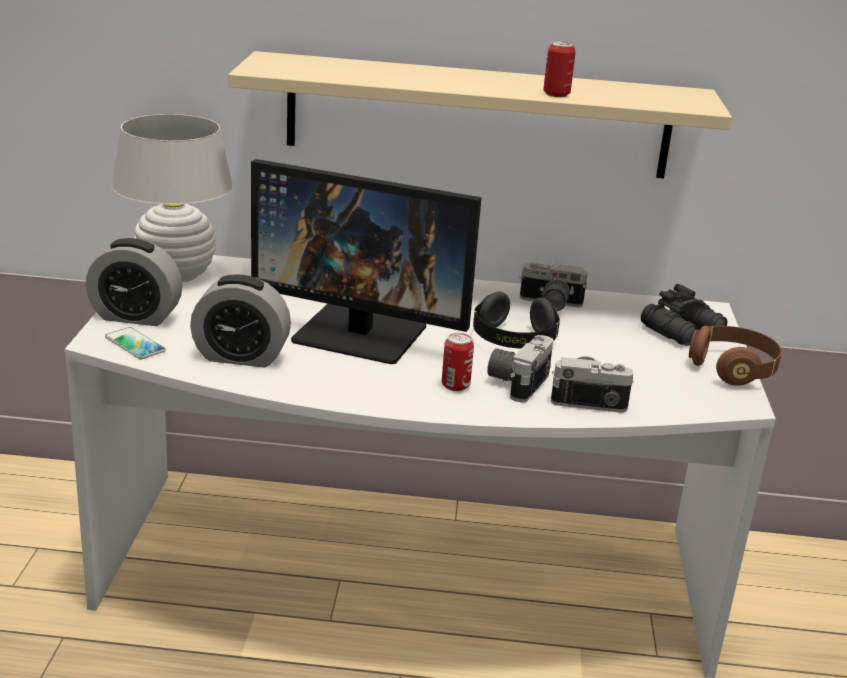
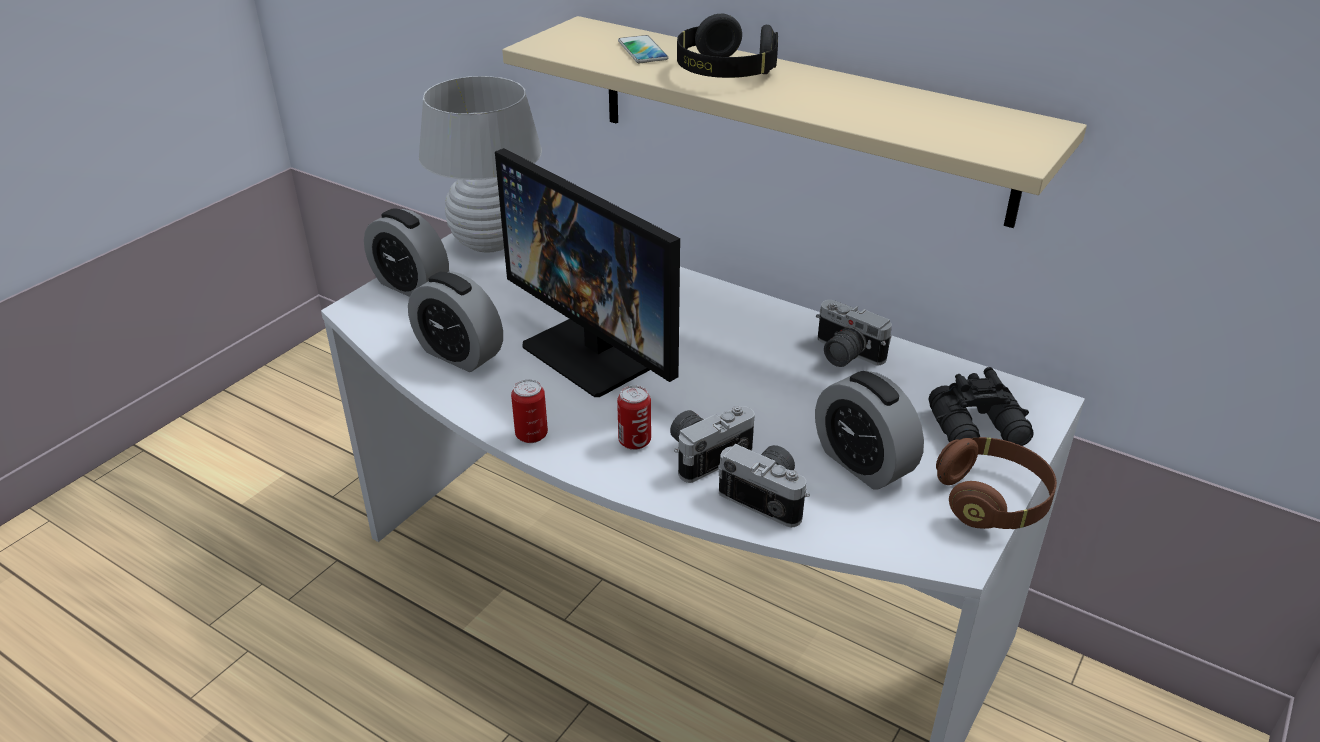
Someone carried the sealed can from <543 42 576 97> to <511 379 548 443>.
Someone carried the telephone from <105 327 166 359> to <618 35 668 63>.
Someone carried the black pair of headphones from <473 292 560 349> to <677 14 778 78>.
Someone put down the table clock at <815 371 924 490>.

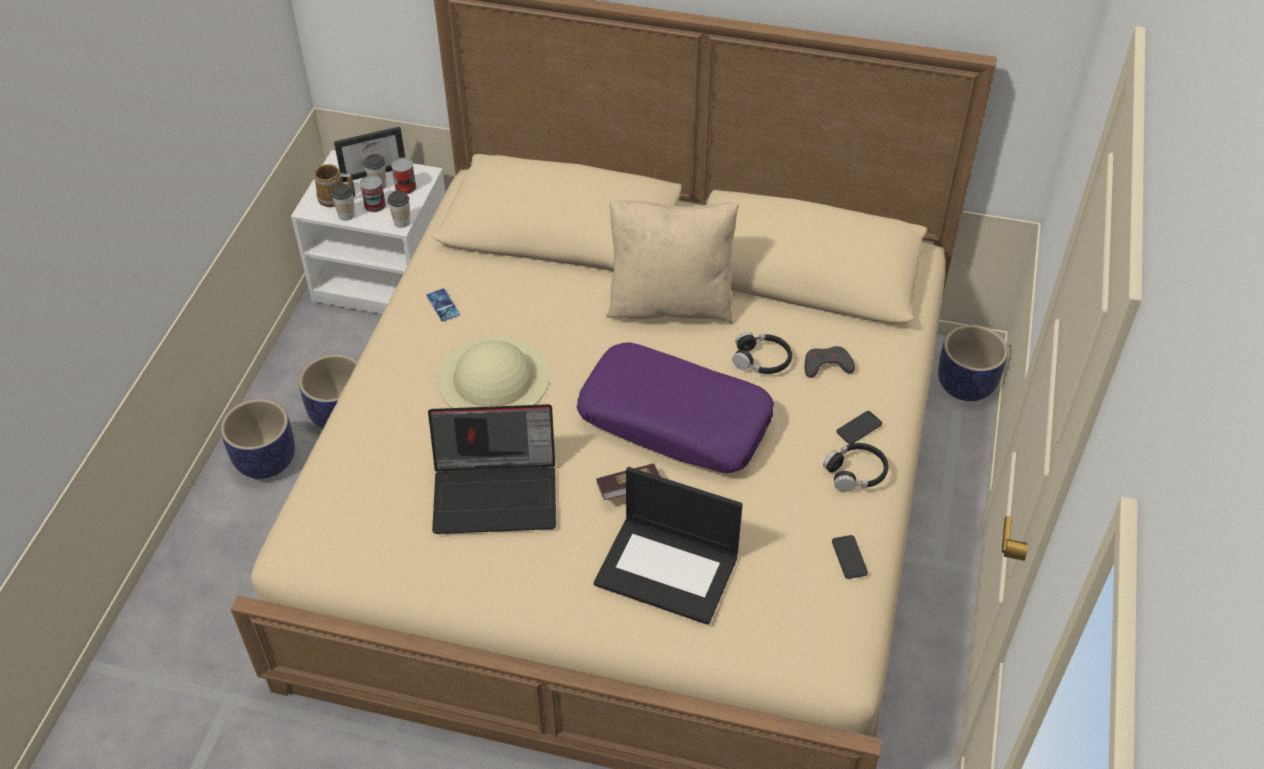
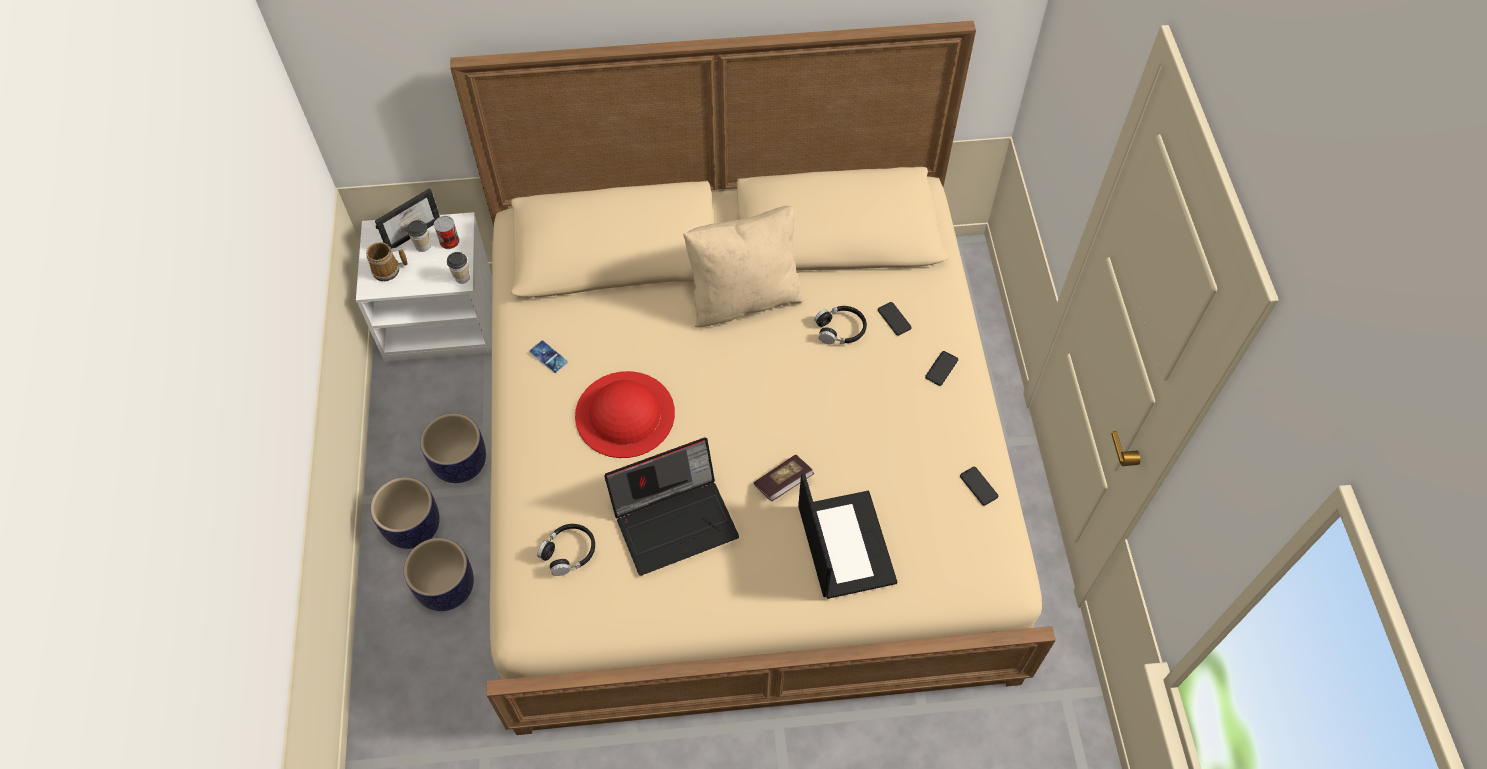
Someone carried the flower pot from <938 325 1008 401> to <404 538 474 611>.
Someone carried the black pair of headphones from <823 443 888 492> to <537 524 595 576>.
Someone repainted the sand-coloured clothing hat at <438 336 550 408>, which became the red-coloured clothing hat at <575 371 675 458>.
Someone rotated the portable computer at <594 467 743 625> by 105 degrees counterclockwise.
Someone swapped the grey joypad at <805 346 855 378> for the telephone at <878 302 912 335>.
Someone took away the drinking cup at <331 184 355 221>.
Someone took away the sealed can at <360 175 386 212>.
Someone took away the purple cushion at <577 342 774 473>.

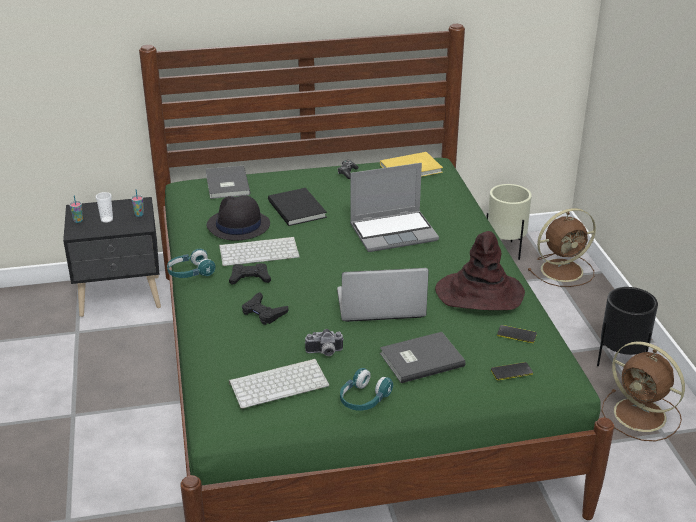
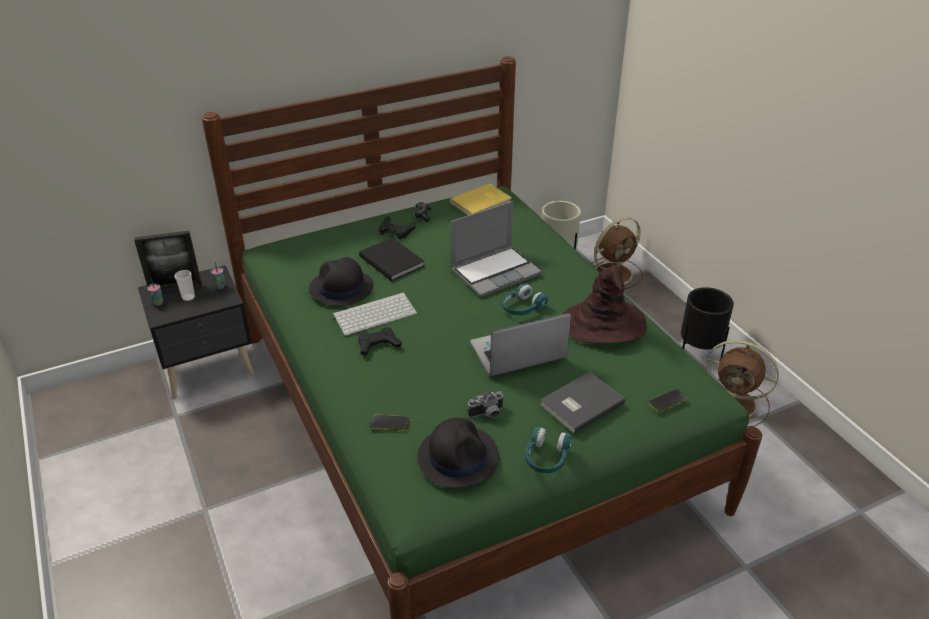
Someone put down the picture frame at <134 231 202 292>.
Someone carried the telephone from <497 325 537 343> to <370 414 411 431>.
Someone carried the black joypad from <242 292 288 325> to <379 216 416 239>.
Someone swapped the keyboard at <229 359 329 409> for the black clothing hat at <417 418 499 488>.
Someone carried the turquoise pair of headphones from <167 249 216 278> to <502 283 548 315>.
Someone took away the grey book at <206 166 250 199>.

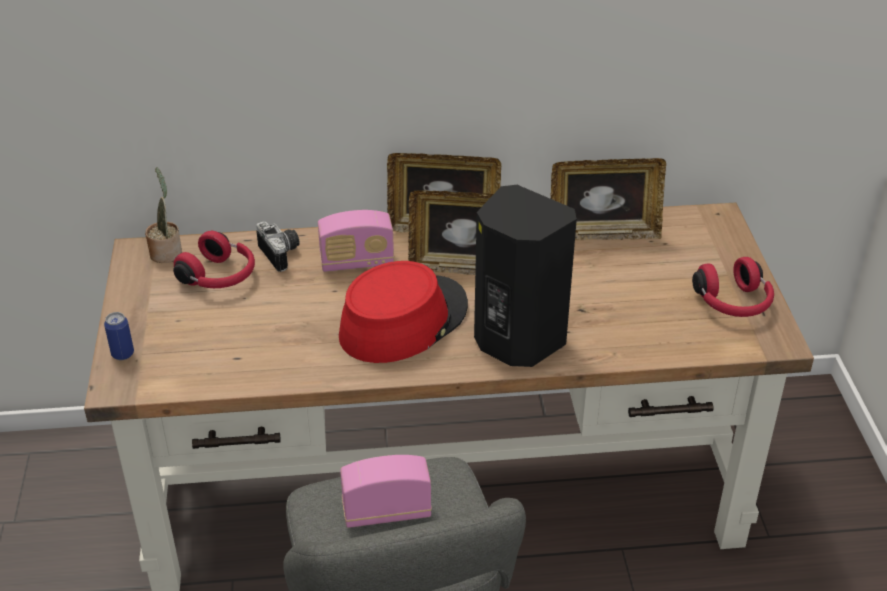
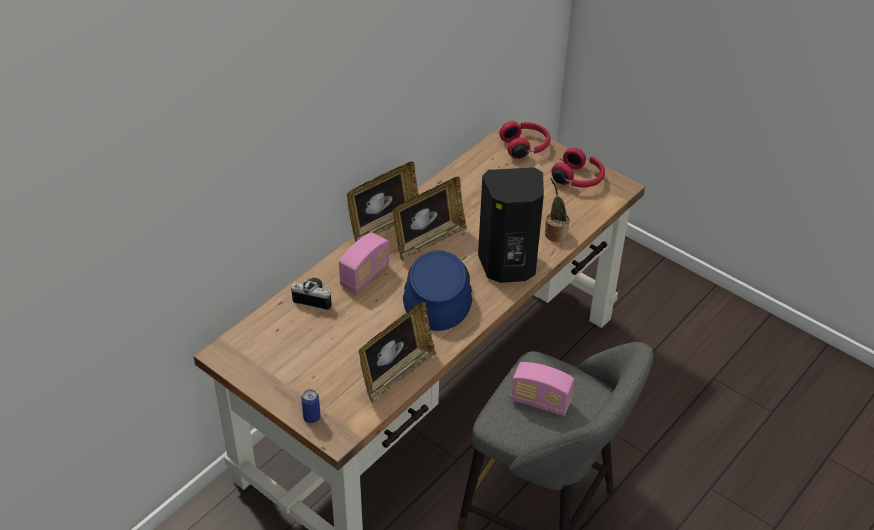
Someone carried the picture frame from <550 158 666 240> to <359 301 436 403>.
Someone repainted the red-coloured clothing hat at <339 261 468 363>, which became the bluish clothing hat at <403 250 473 331>.
Someone carried the red-coloured pair of headphones from <173 231 255 288> to <499 122 551 159>.
Someone rotated the radio set at <340 455 432 528> by 105 degrees counterclockwise.
Someone carried the potted plant from <145 167 182 263> to <545 178 570 242>.

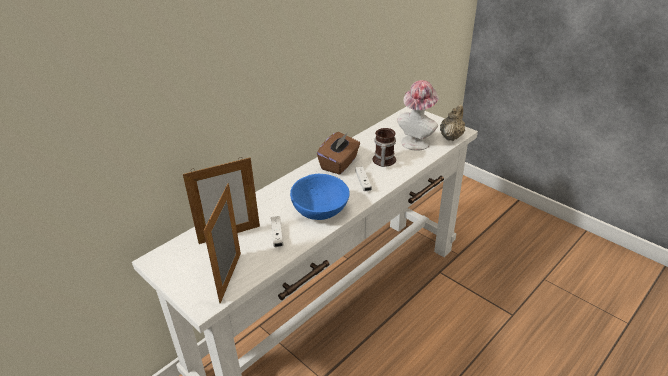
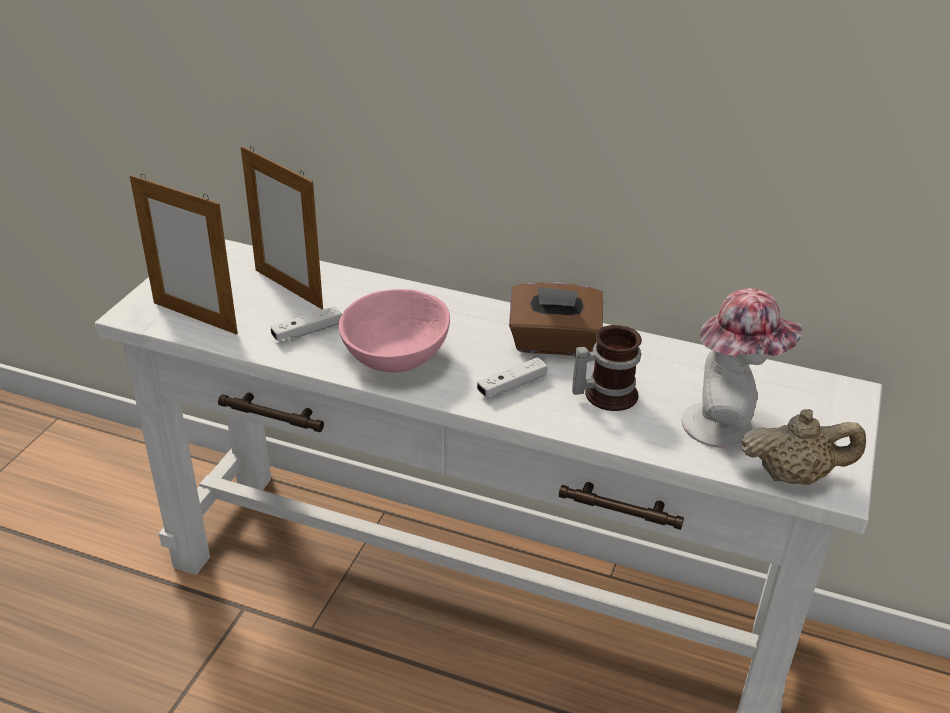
Someone rotated the picture frame at <203 183 241 304> by 135 degrees counterclockwise.
Someone repainted the bluish deep dish at <290 174 350 220>, which became the pink deep dish at <339 289 450 373>.

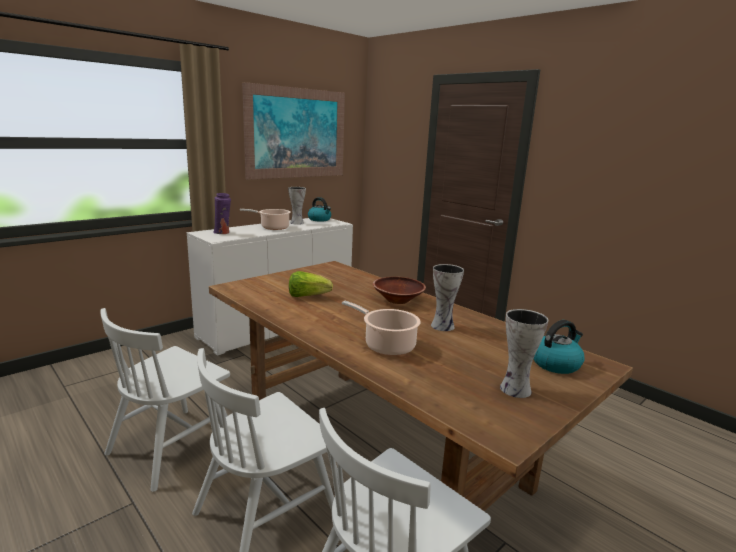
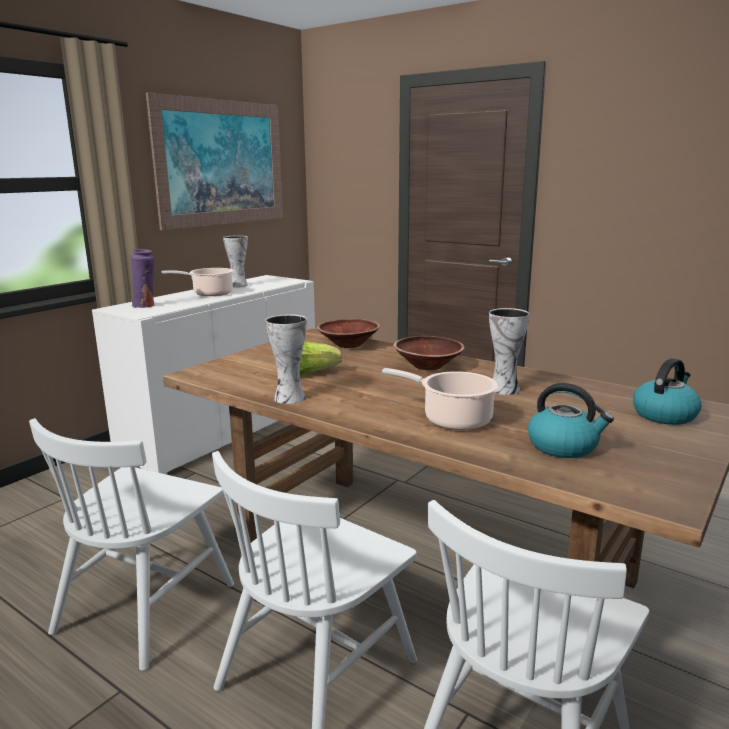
Someone carried the vase from <500 309 549 398> to <265 314 307 404>.
Someone put down the brownish deep dish at <317 319 380 348>.
Someone carried the water kettle from <308 197 331 222> to <528 383 614 458>.

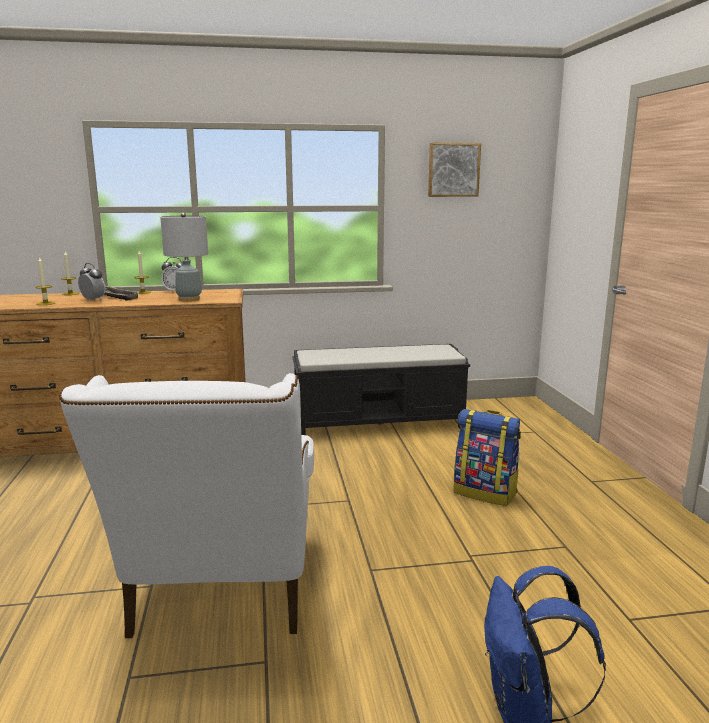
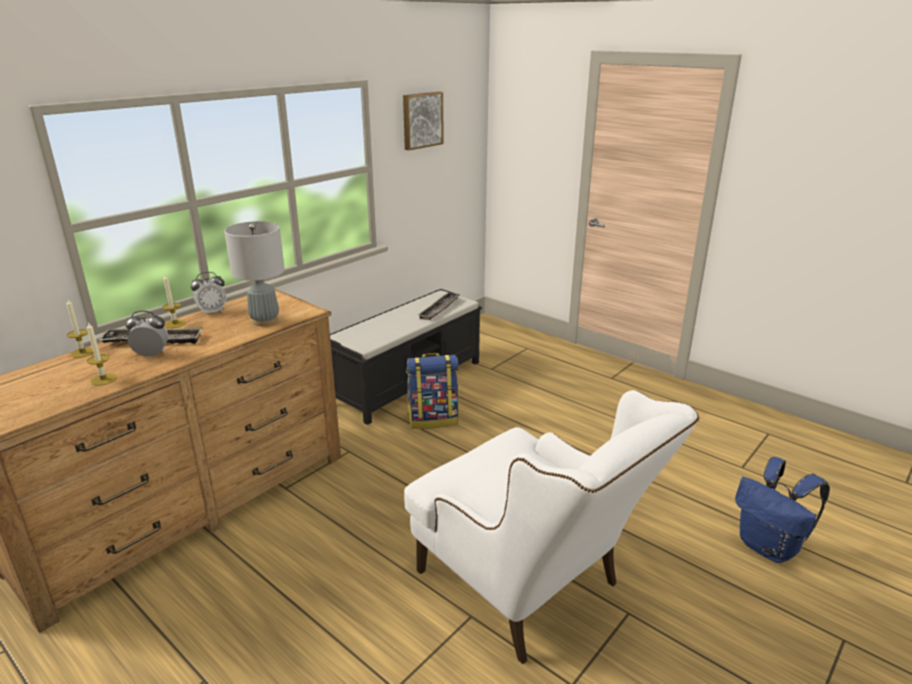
Someone carried the rucksack from <454 409 521 506> to <406 353 459 429>.
Someone put down the serving tray at <418 292 460 320>.

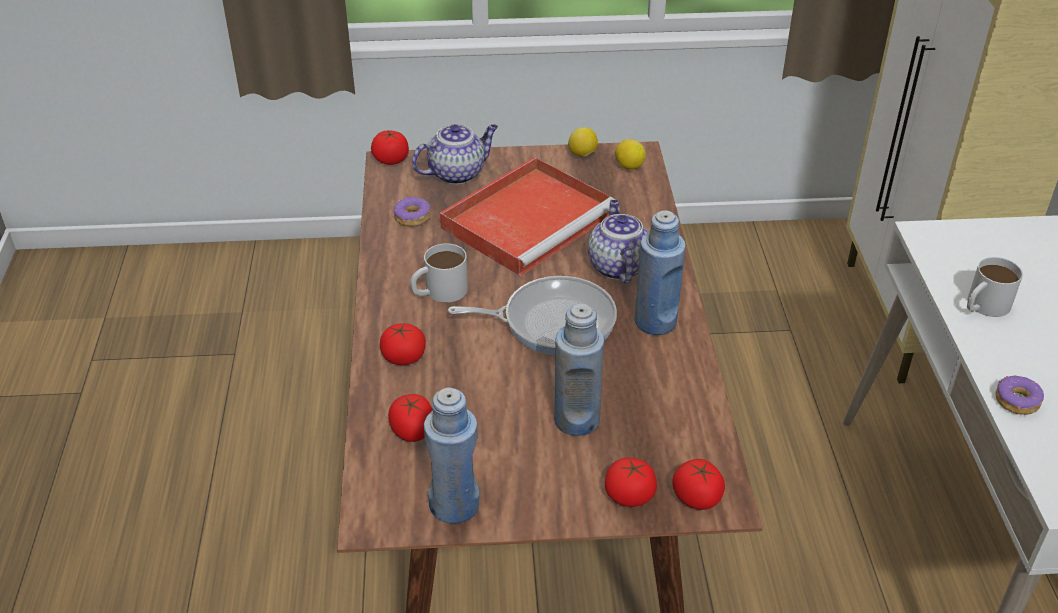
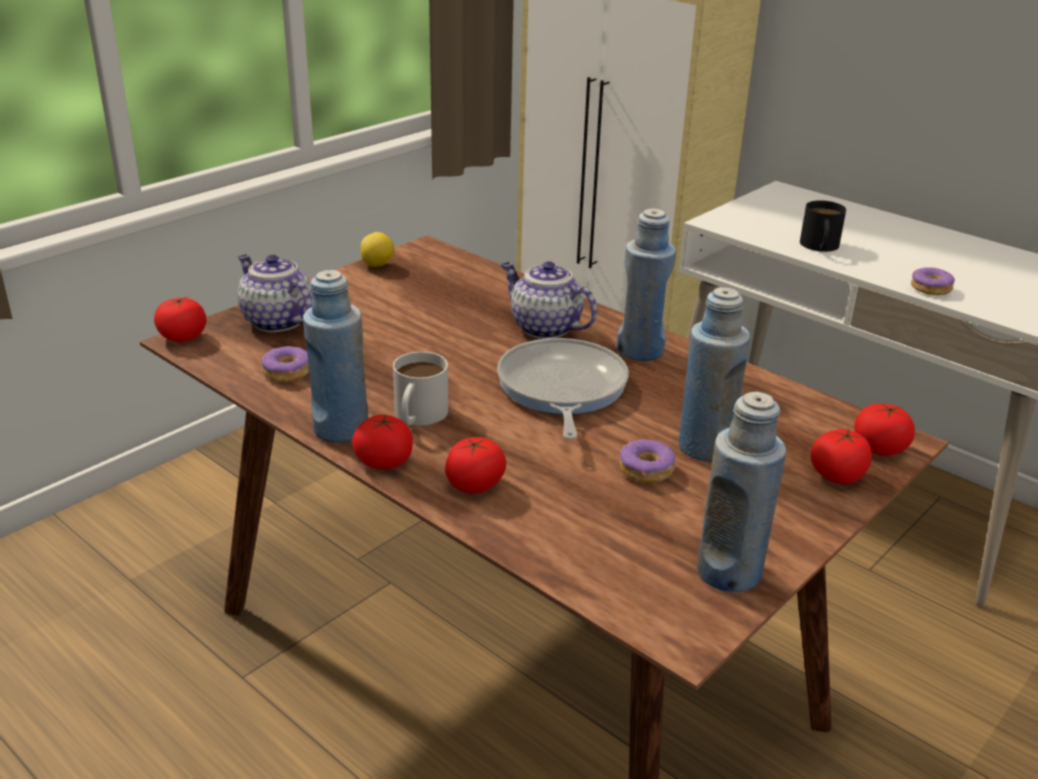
Someone rotated the pot for tea at <412 124 498 185> by 60 degrees counterclockwise.
Someone put down the bluish bottle at <303 270 368 443>.
Someone carried the tomato from <388 394 433 442> to <352 415 413 470>.
Someone rotated the pan at <448 276 617 355> by 45 degrees counterclockwise.
Someone put down the ring doughnut at <620 439 675 483>.
Someone repainted the white coffee mug at <967 257 1023 317>, which became the black coffee mug at <800 200 846 252>.
Someone took away the red-coloured serving tray at <440 157 615 276>.
Someone took away the whole lemon at <615 139 646 170>.

